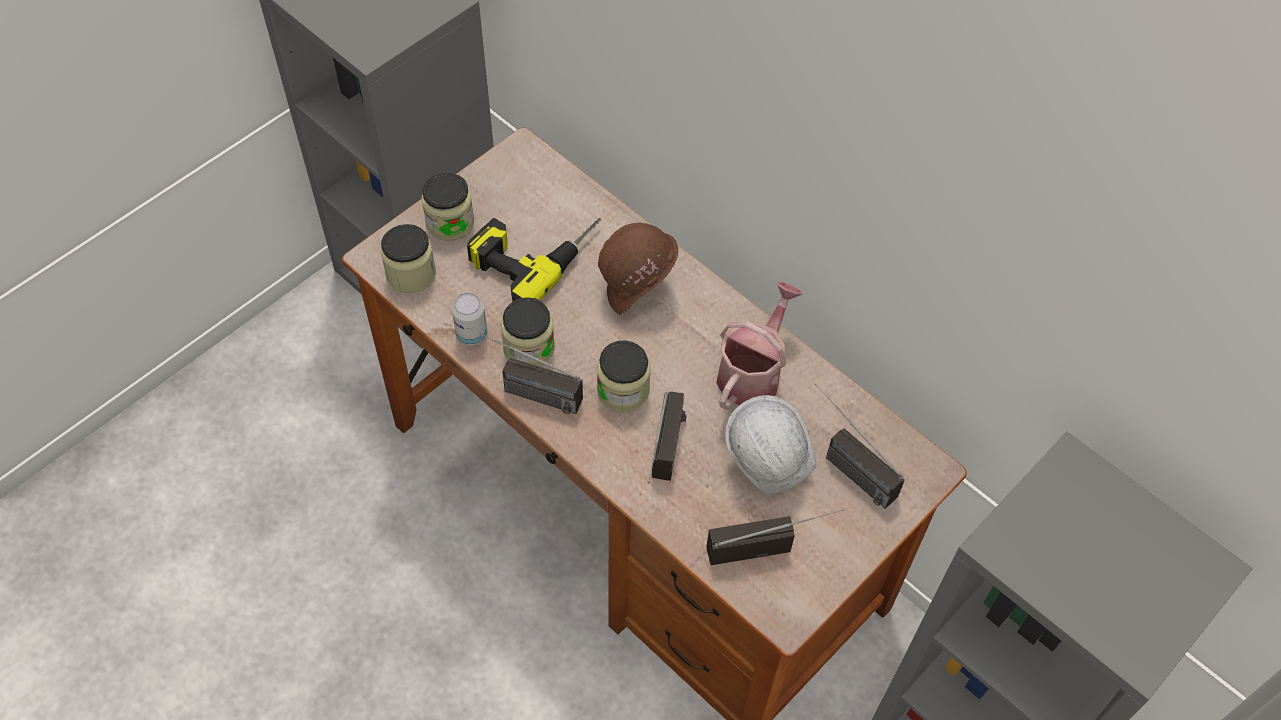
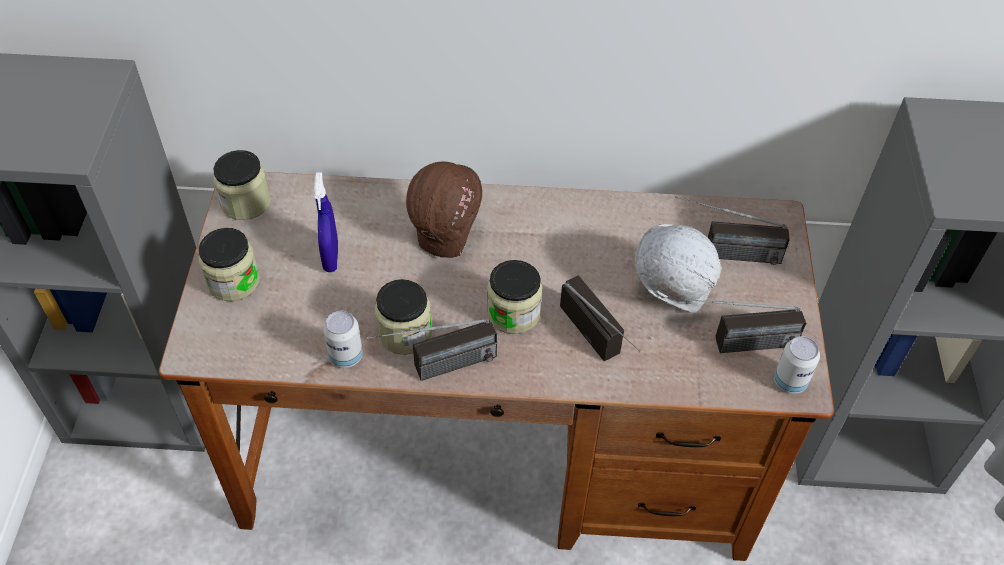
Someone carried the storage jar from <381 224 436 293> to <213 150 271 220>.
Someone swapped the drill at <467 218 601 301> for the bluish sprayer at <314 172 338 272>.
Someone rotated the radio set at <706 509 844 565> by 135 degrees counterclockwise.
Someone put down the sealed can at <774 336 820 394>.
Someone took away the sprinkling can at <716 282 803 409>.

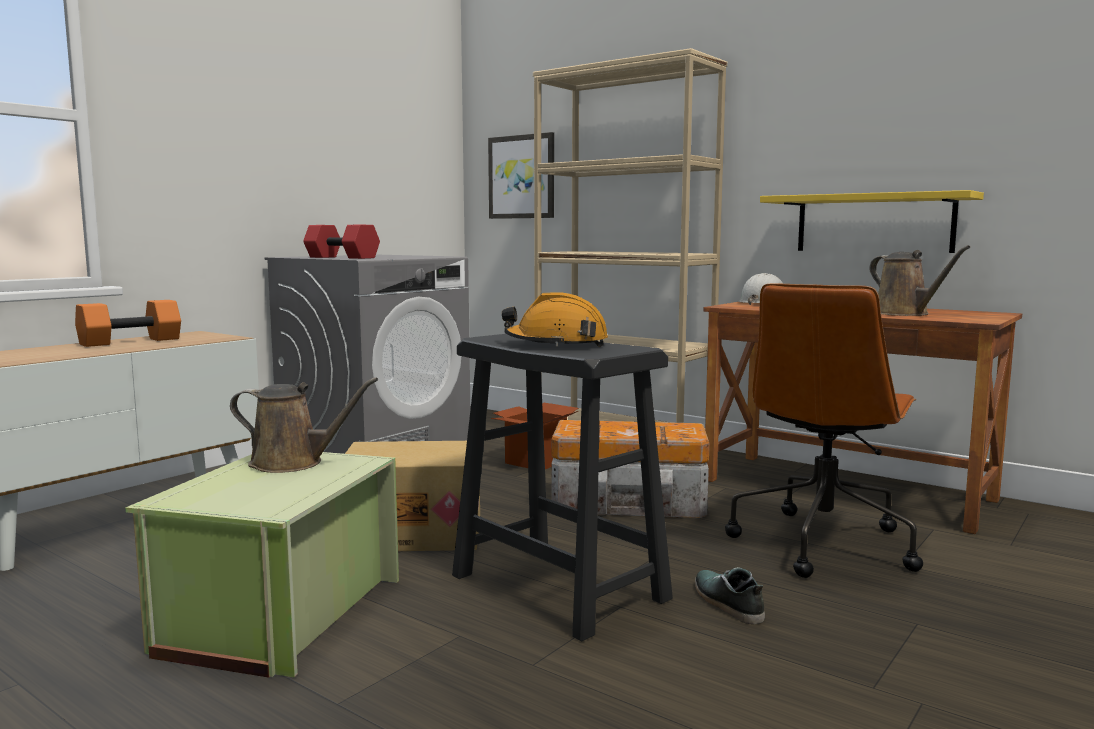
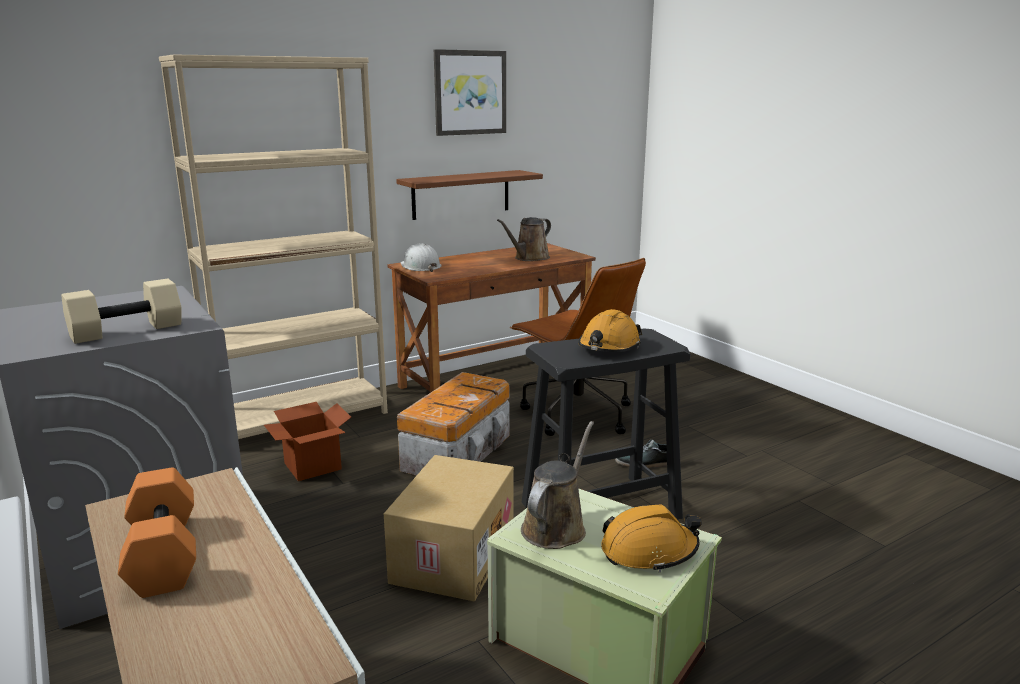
Someone repainted the red-coloured dumbbell at <303 225 380 259>, which became the sand-coloured dumbbell at <61 278 181 344>.
Someone repainted the yellow-coloured bracket shelf at <760 190 984 253>, which became the brownish bracket shelf at <396 170 543 220>.
Someone carried the wall art from <488 132 554 219> to <434 49 506 136>.
Someone rotated the brownish sprinkling can at <869 245 970 316> by 135 degrees clockwise.
Someone put down the orange-coloured hard hat at <601 504 702 572>.

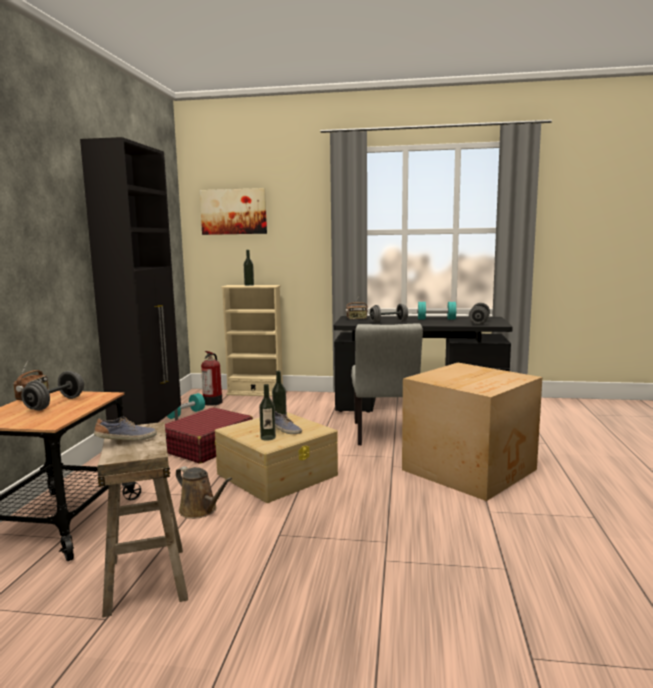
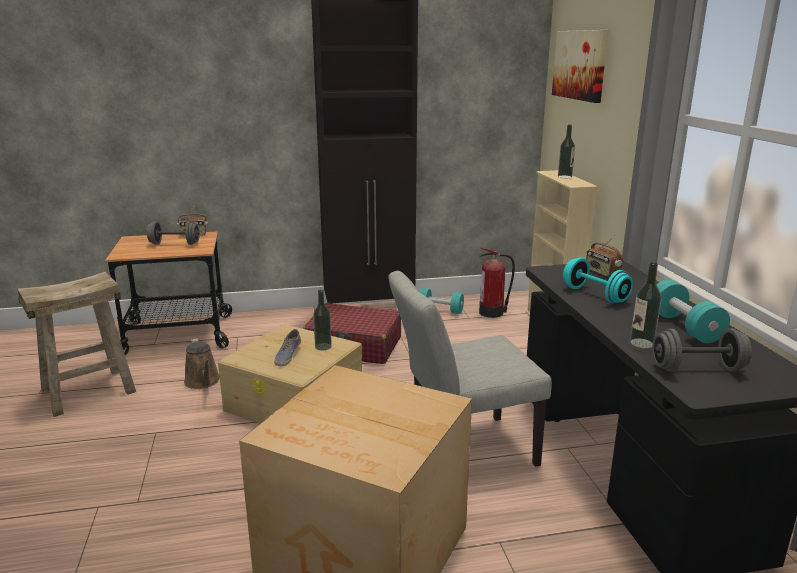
Someone rotated the brownish sprinkling can at <176 466 232 519> by 45 degrees counterclockwise.
Someone repainted the grey dumbbell at <370 304 408 323>, which became the turquoise dumbbell at <563 257 633 303>.
Someone carried the bottle from <259 384 276 441> to <630 262 662 349>.
Someone took away the shoe at <94 417 157 441>.

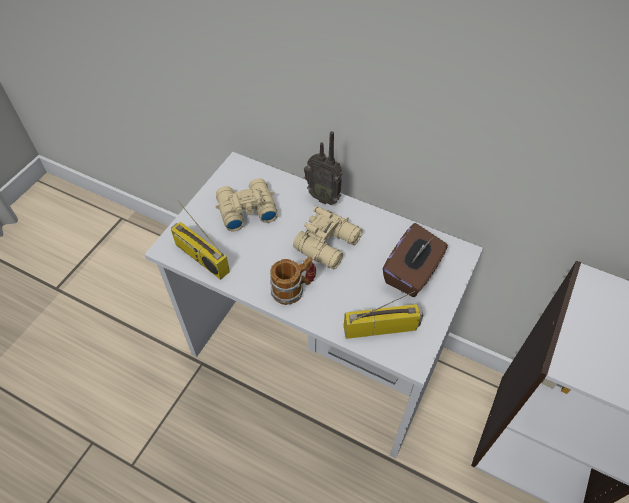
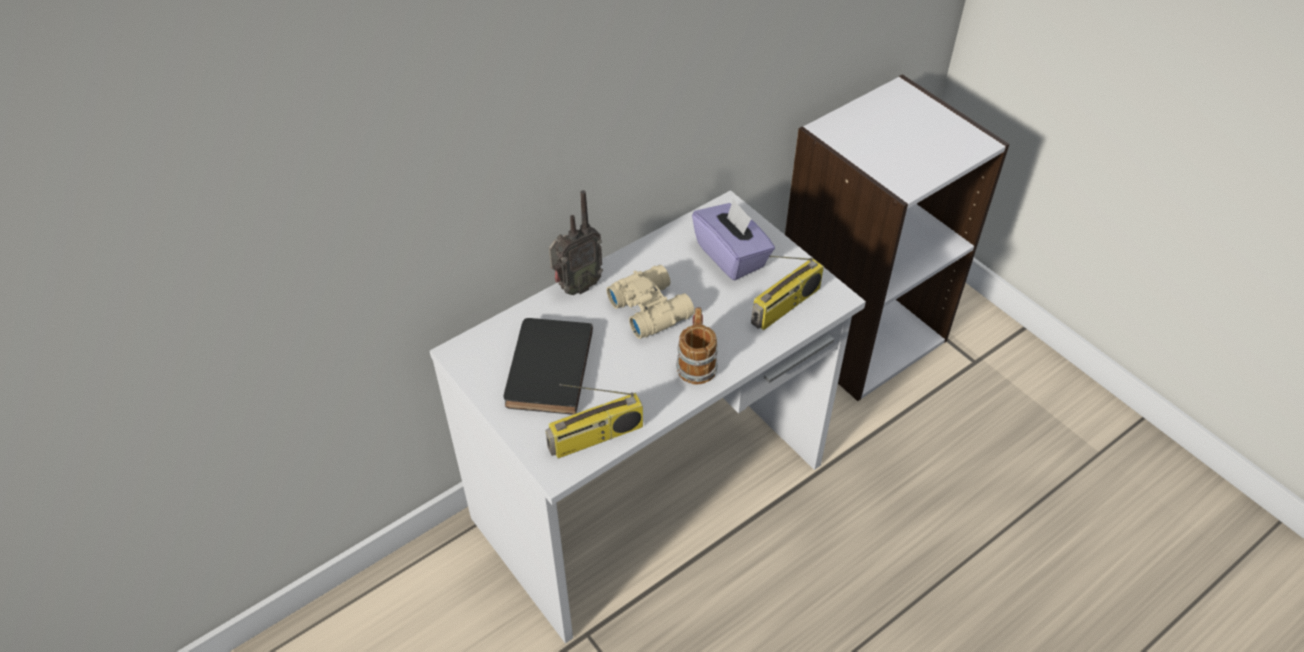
Someone swapped the sand-coloured pair of binoculars at <215 178 278 231> for the black book at <504 318 593 415>.
Someone repainted the brownish box of tissues at <383 223 448 297>, which became the purple box of tissues at <692 198 775 281>.
Someone rotated the radio set at <344 291 423 339> by 150 degrees counterclockwise.

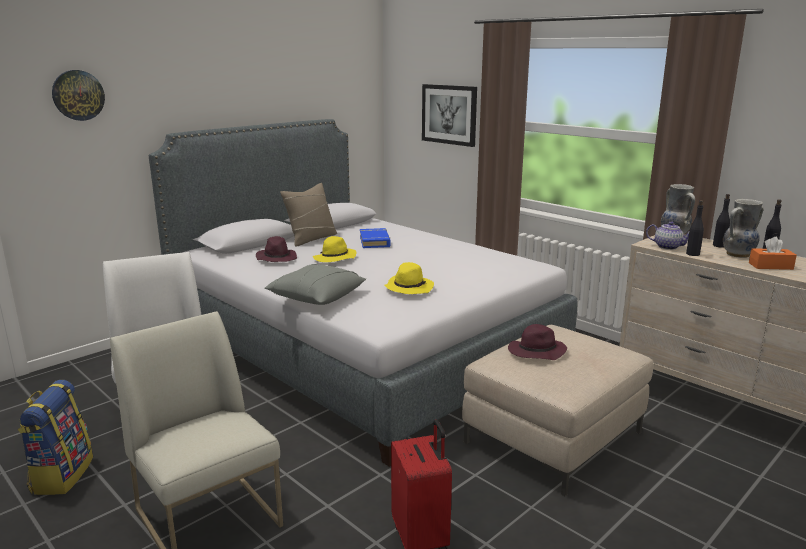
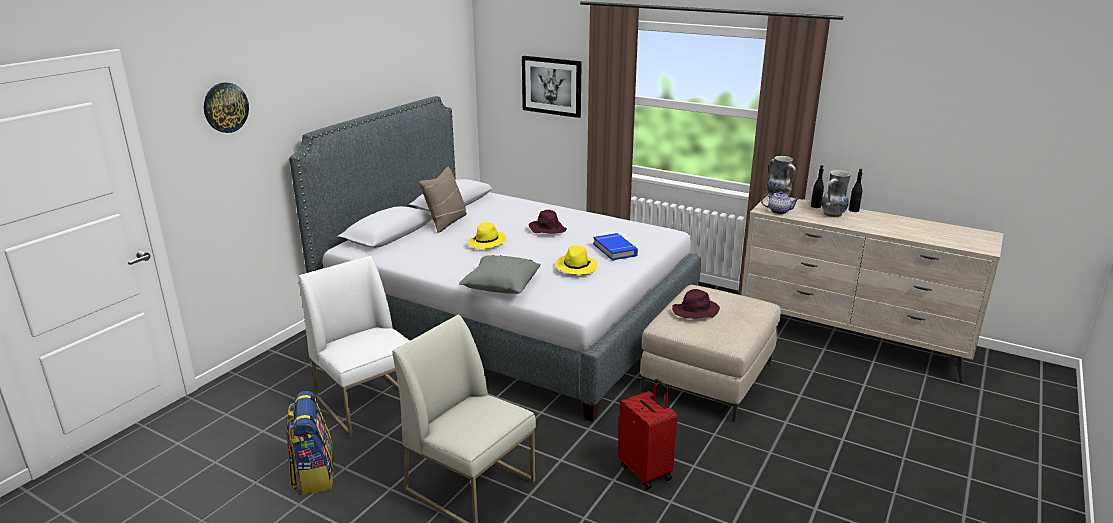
Someone carried the purple clothing hat from <256 236 297 262> to <529 210 567 234>.
Someone carried the bluish book from <360 228 390 248> to <593 233 638 260>.
Someone took away the black bottle at <686 200 704 256>.
Someone took away the orange-coloured box of tissues at <749 237 797 270>.

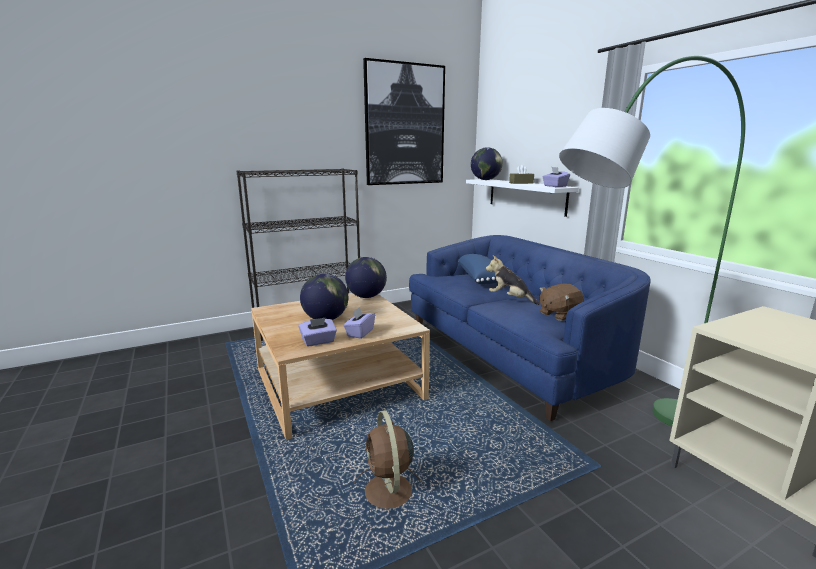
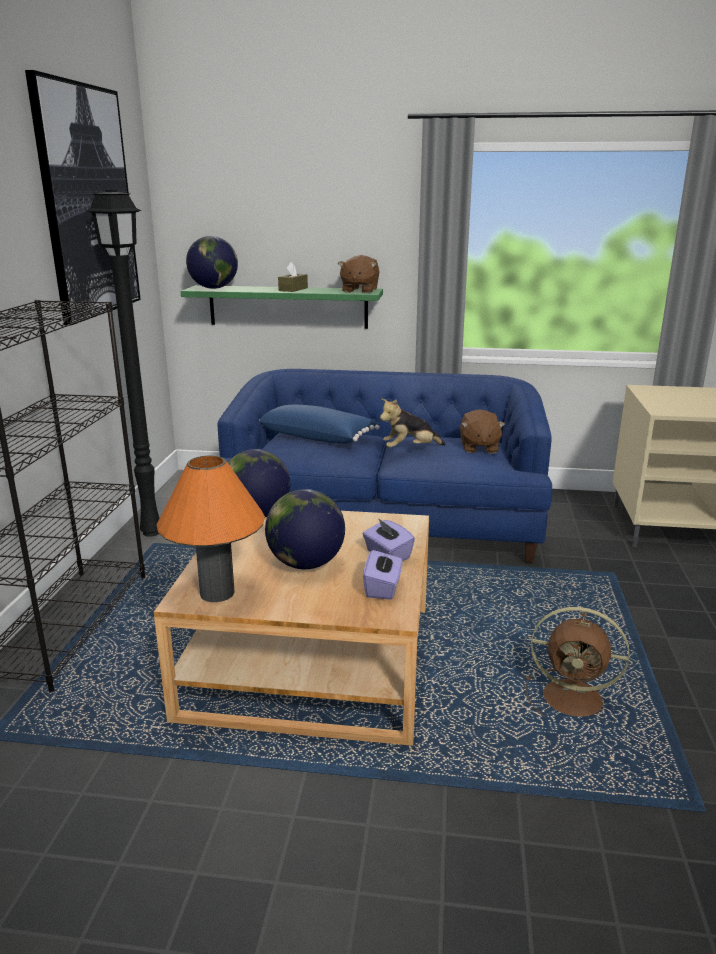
Someone put down the black standard lamp at <86 190 160 537>.
Someone put down the orange-coloured table lamp at <157 456 265 602>.
Someone repainted the white bracket shelf at <466 179 579 217>, which became the green-coloured bracket shelf at <181 285 383 329>.
Someone swapped the purple box of tissues at <542 167 570 187> for the brownish soft toy at <338 255 379 293>.
Someone took away the green-coloured standard lamp at <559 56 745 427>.

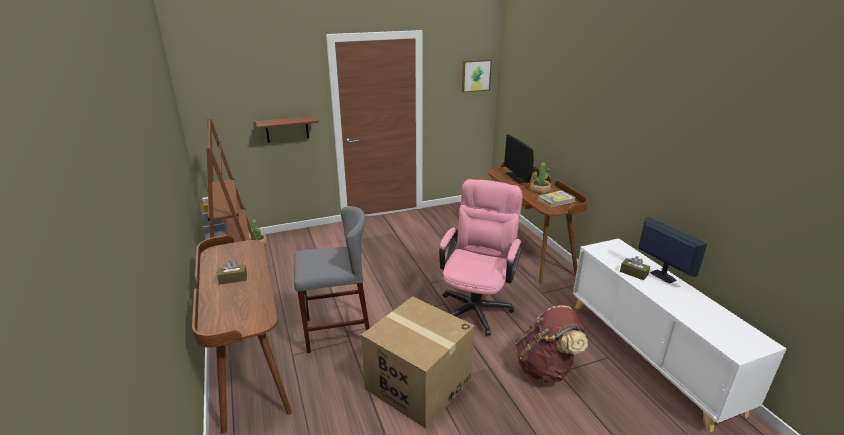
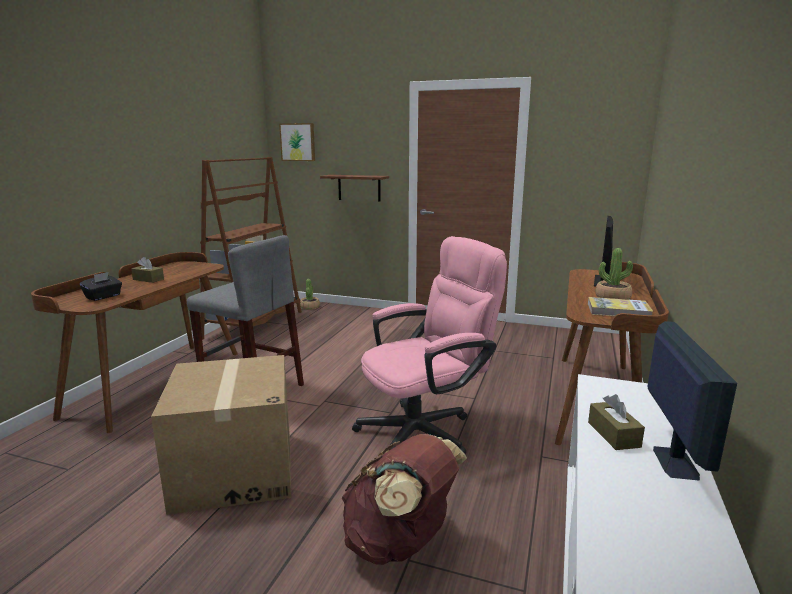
Someone put down the black box of tissues at <80 272 122 301>.
Someone carried the wall art from <462 59 492 93> to <279 123 315 161>.

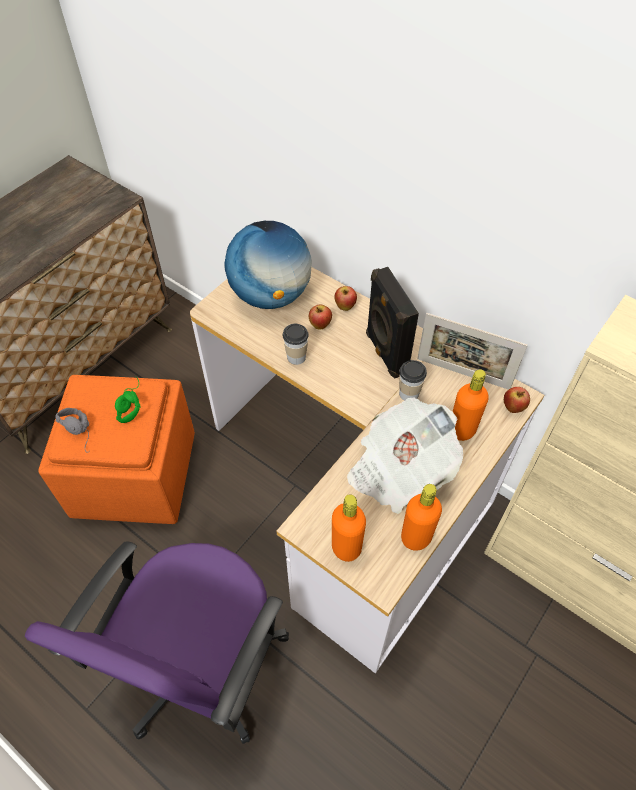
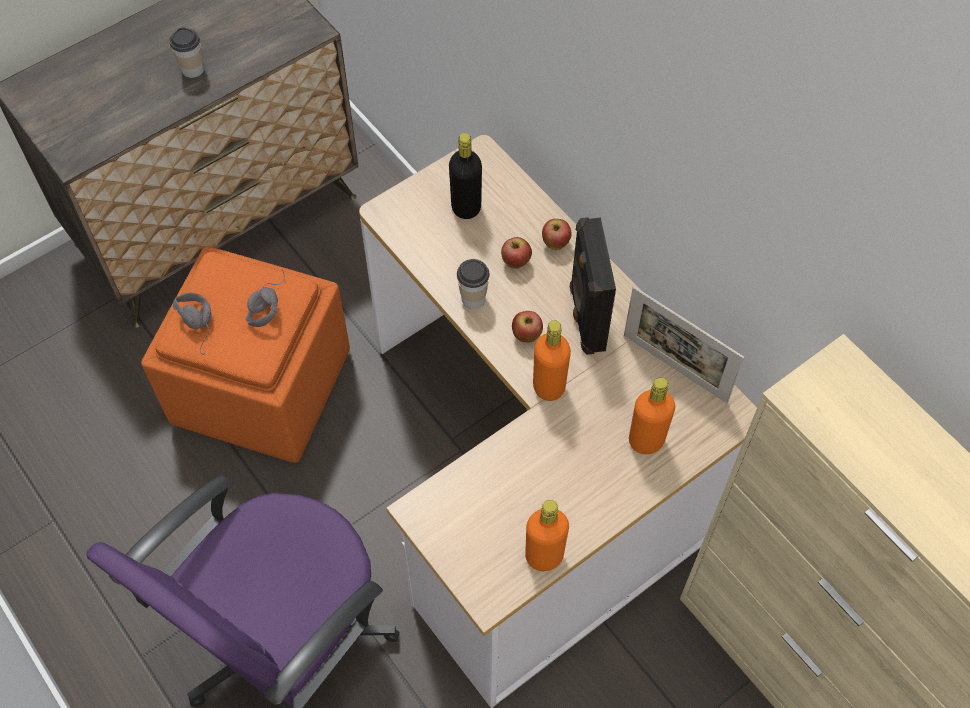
Someone carried the drinking cup from <399 360 427 401> to <170 28 204 78>.
Someone repainted the green-coloured pair of headphones at <115 376 141 423>, which became the grey pair of headphones at <246 269 285 327>.
Someone swapped the world globe at <224 221 312 309> for the black bottle at <449 133 482 219>.
Someone carried the whole apple from <504 387 530 413> to <512 311 543 342>.
Someone carried the orange-coloured bottle from <332 494 366 562> to <533 320 571 401>.
Someone took away the daily paper at <347 397 463 514>.

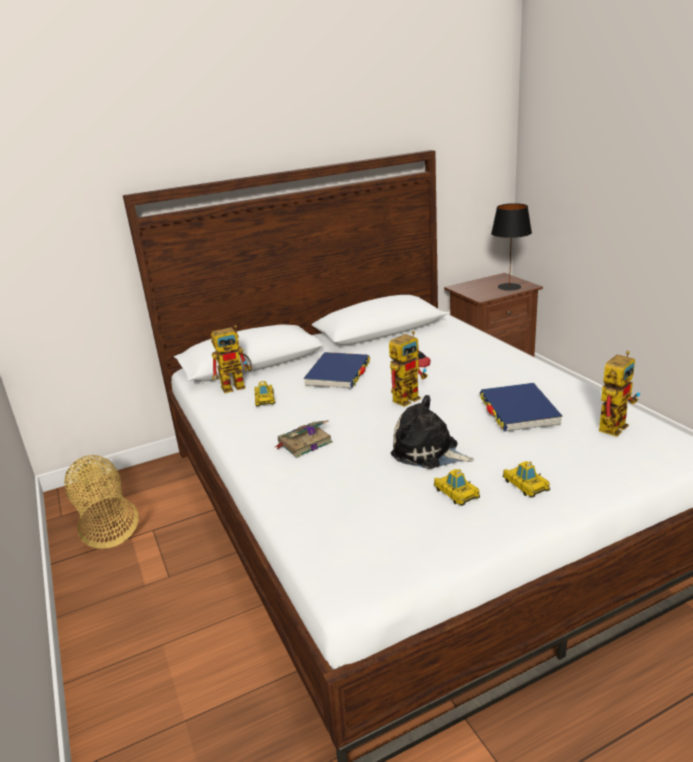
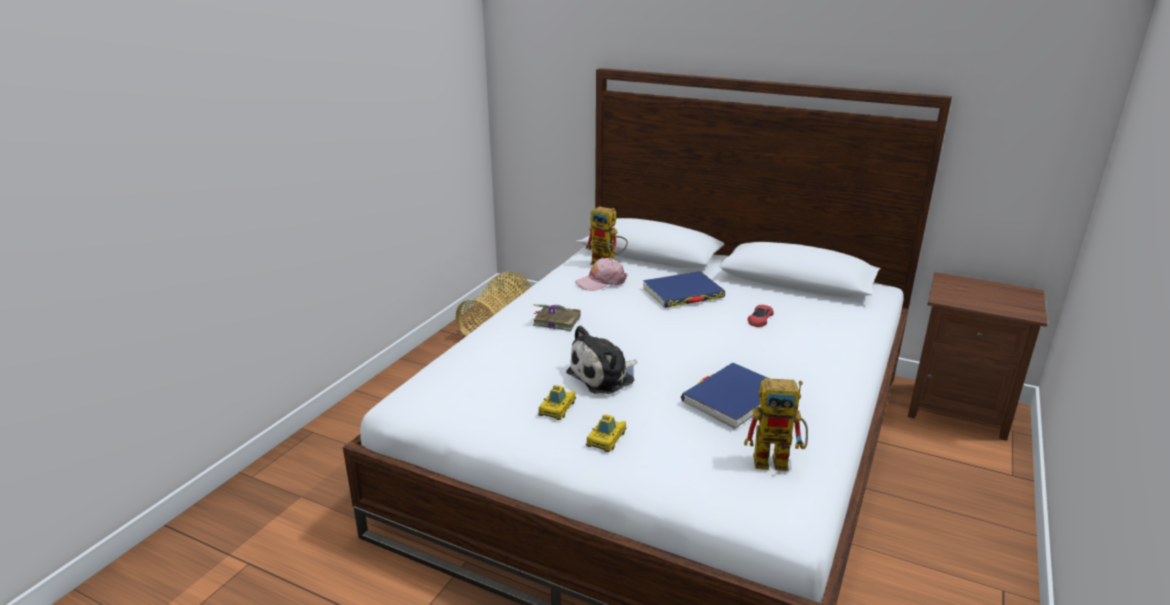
Someone rotated the soft toy at <391 395 474 469> by 120 degrees counterclockwise.
Someone swapped the model car at <254 381 275 407> for the pink peaked cap at <575 258 628 291>.
Someone took away the model robot at <389 331 428 407>.
Someone took away the black table lamp at <491 203 532 291>.

